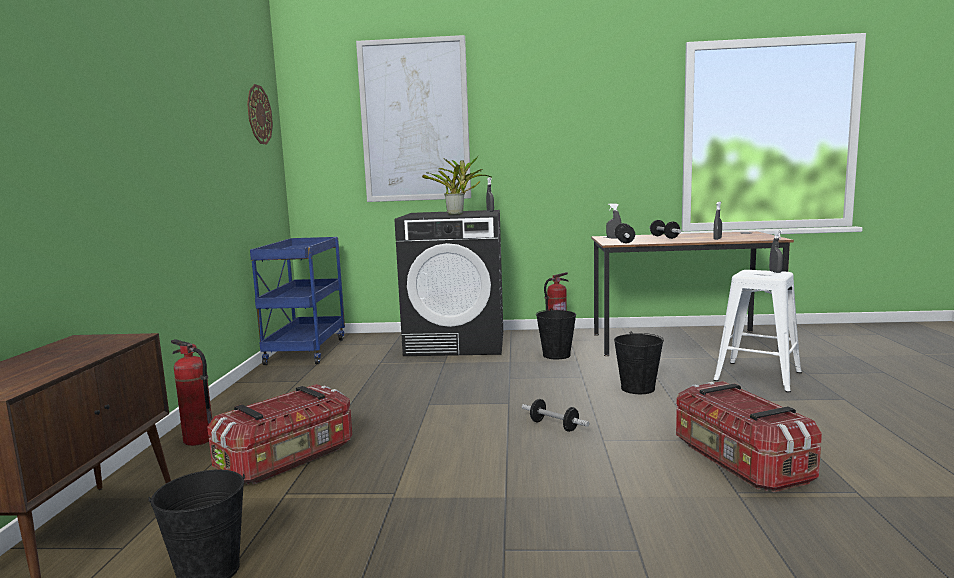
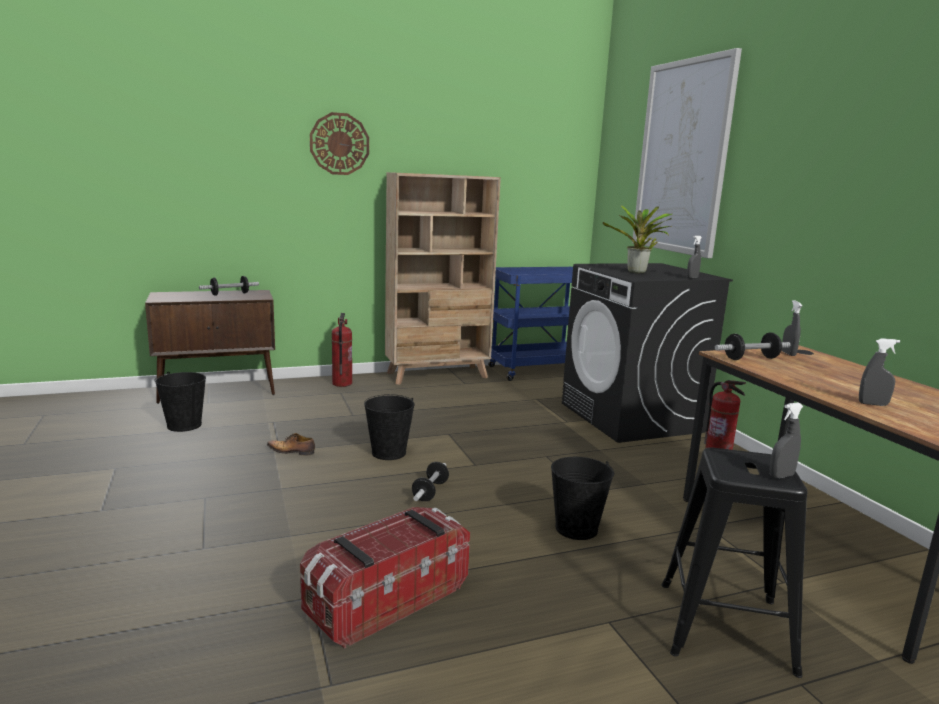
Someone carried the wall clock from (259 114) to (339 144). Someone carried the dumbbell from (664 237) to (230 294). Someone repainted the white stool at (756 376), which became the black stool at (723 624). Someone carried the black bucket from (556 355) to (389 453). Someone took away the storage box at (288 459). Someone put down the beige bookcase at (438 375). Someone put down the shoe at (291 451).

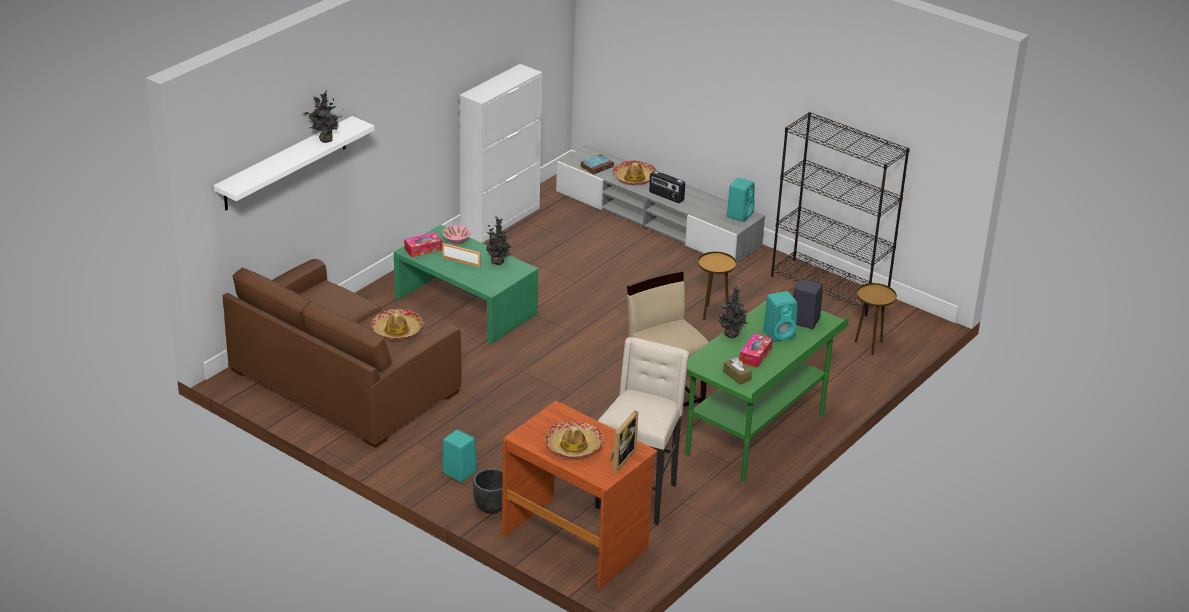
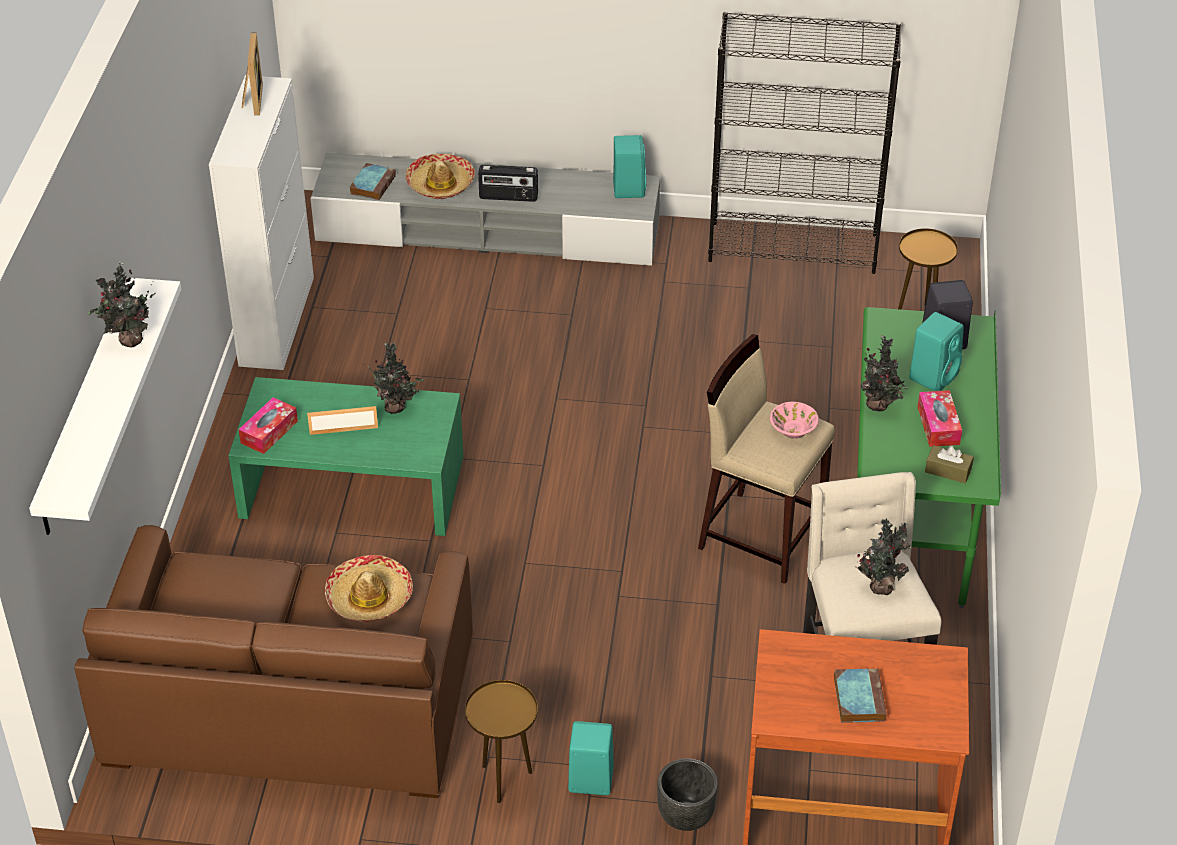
Someone carried the pink bowl from (456 240) to (793 430). Someone carried the brown side table from (713 313) to (504 780). Someone carried the picture frame from (620 458) to (251 99). Someone swapped the hat at (574 446) for the book at (858 698). Someone put down the potted plant at (880 585).

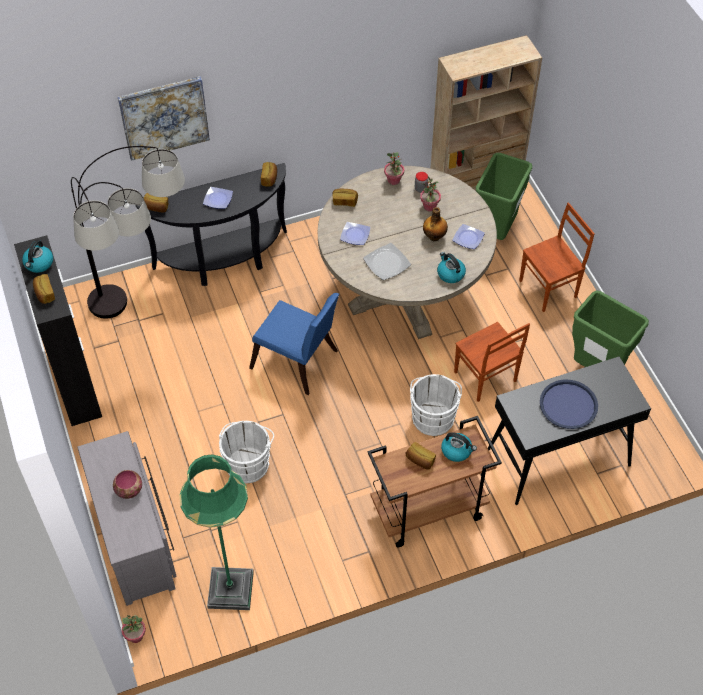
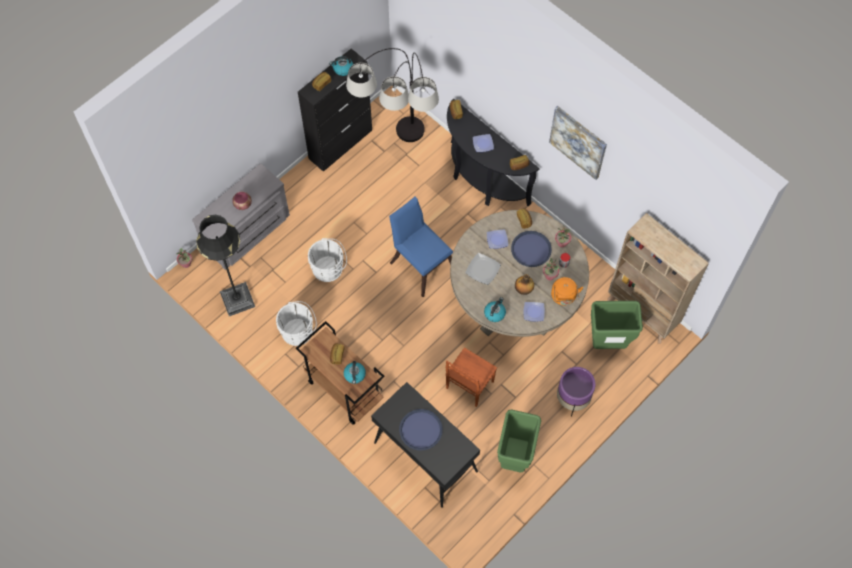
Someone carried the picture from (164 117) to (578 142). Someone swapped the brown chair at (549 289) for the purple planter at (572 399). Someone rotated the blue chair at (298 363) by 135 degrees clockwise. Someone carried the white bucket from (433 416) to (299 331). Someone repainted the green floor lamp at (230 589), which became the black floor lamp at (237 299). Someone put down the blue tray at (531 249). Someone put down the orange kettle at (564 297).

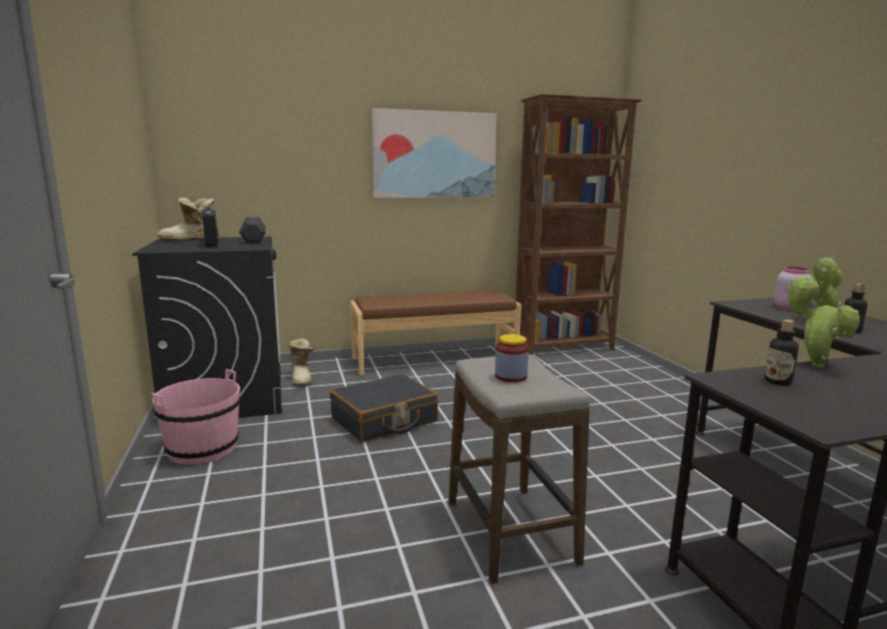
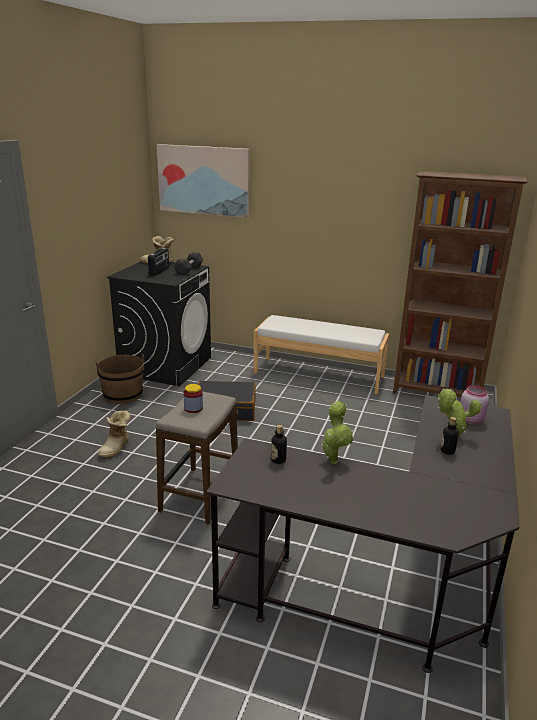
Someone carried the picture from (434 155) to (204 180). Someone repainted the brown bench at (434 359), which became the white bench at (319 374). Someone carried the boot from (302 379) to (116 448). Someone repainted the pink bucket at (202 448), which became the brown bucket at (123 395).

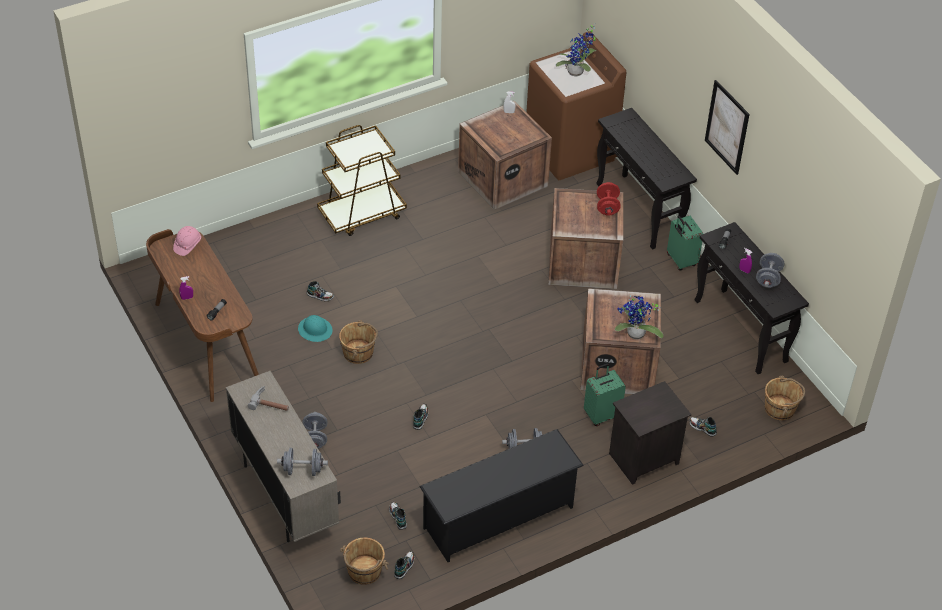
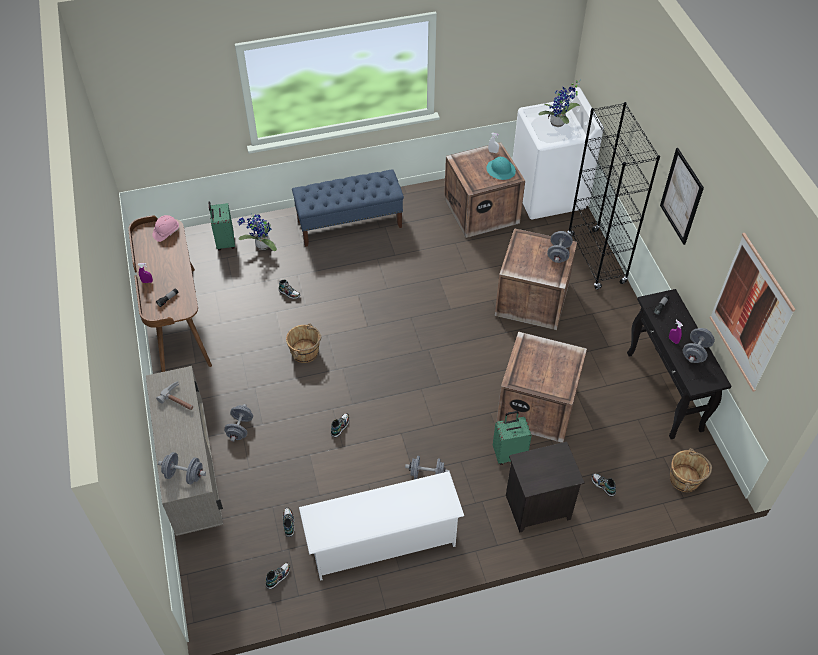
Someone repainted the brown washing machine at (570 151), which became the white washing machine at (548 194). Someone swapped the black console table at (639 212) for the black bookcase at (596 259). Someone swapped the brown cart at (362 214) for the blue bench at (350 224). Someone repainted the red dumbbell at (607 207), which became the grey dumbbell at (558 254). Someone carried the green suitcase from (680 260) to (225 242). Someone carried the potted plant from (634 335) to (261 246). Someone carried the turquoise hard hat from (315 330) to (501 170). Someone repainted the black shoe rack at (499 517), which became the white shoe rack at (382 542). Someone took away the brown bucket at (364 571). Someone put up the picture at (750 313).

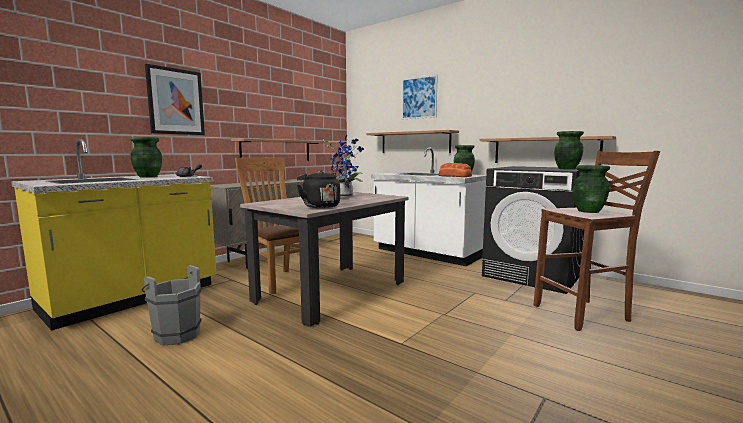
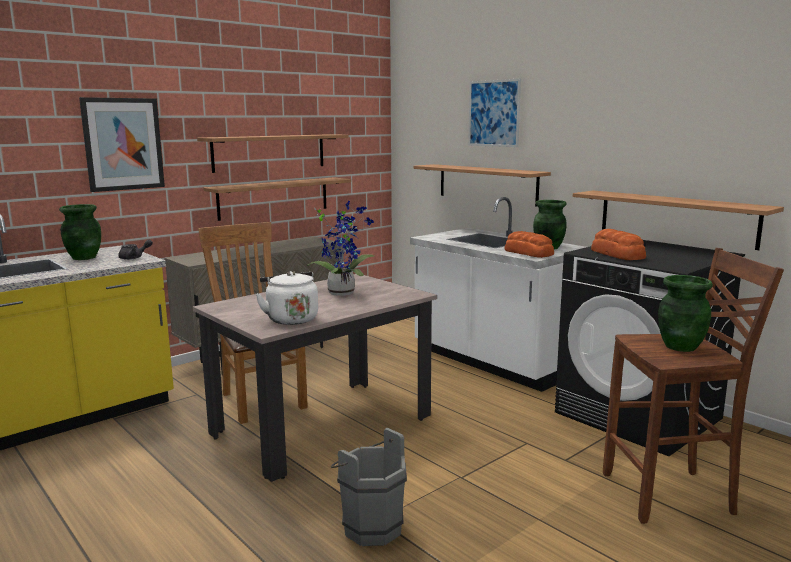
Someone took away the green vase at (566 169). Someone repainted the black kettle at (319 206), which became the white kettle at (290 319). Someone carried the grey bucket from (176 334) to (369 526). Someone put up the shelf at (269 152). Someone put down the bread at (617 254).

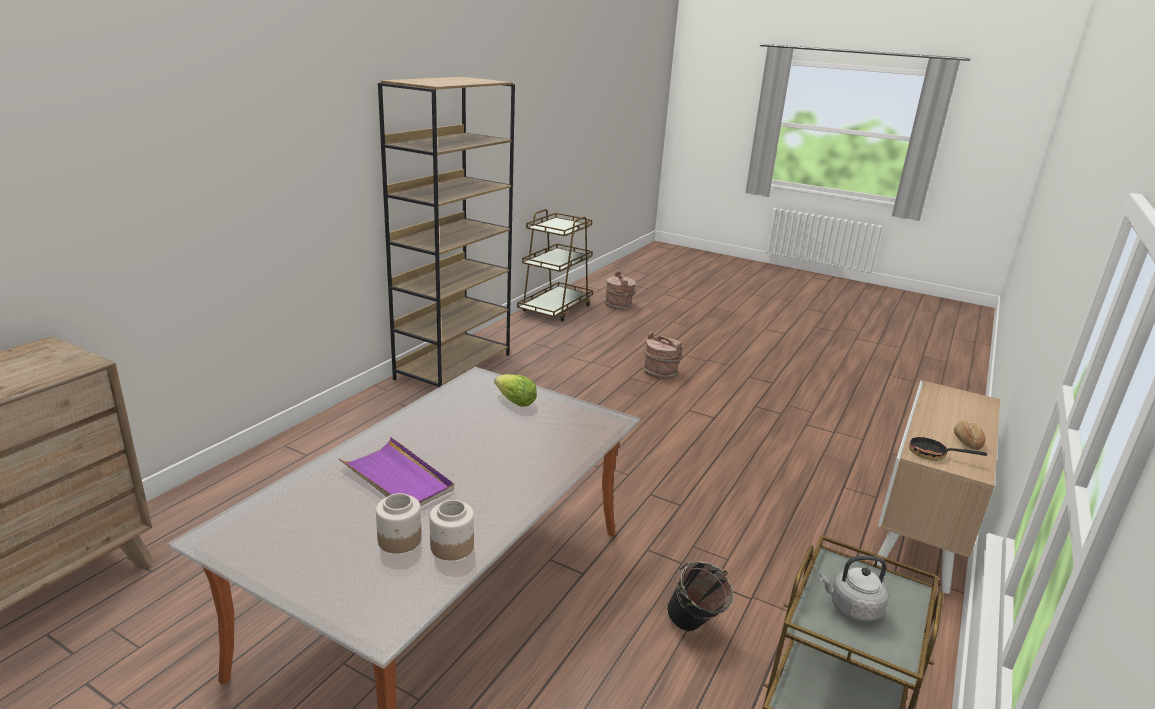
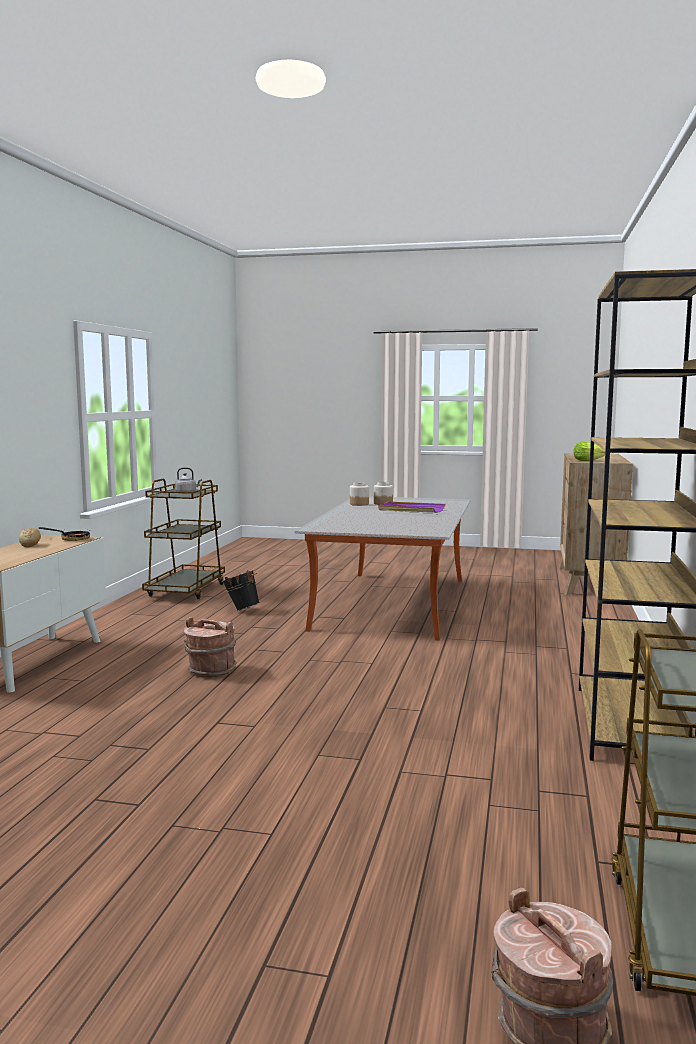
Someone carried the brown bucket from (661 373) to (211 671). Someone carried the lettuce from (515 402) to (587 461).

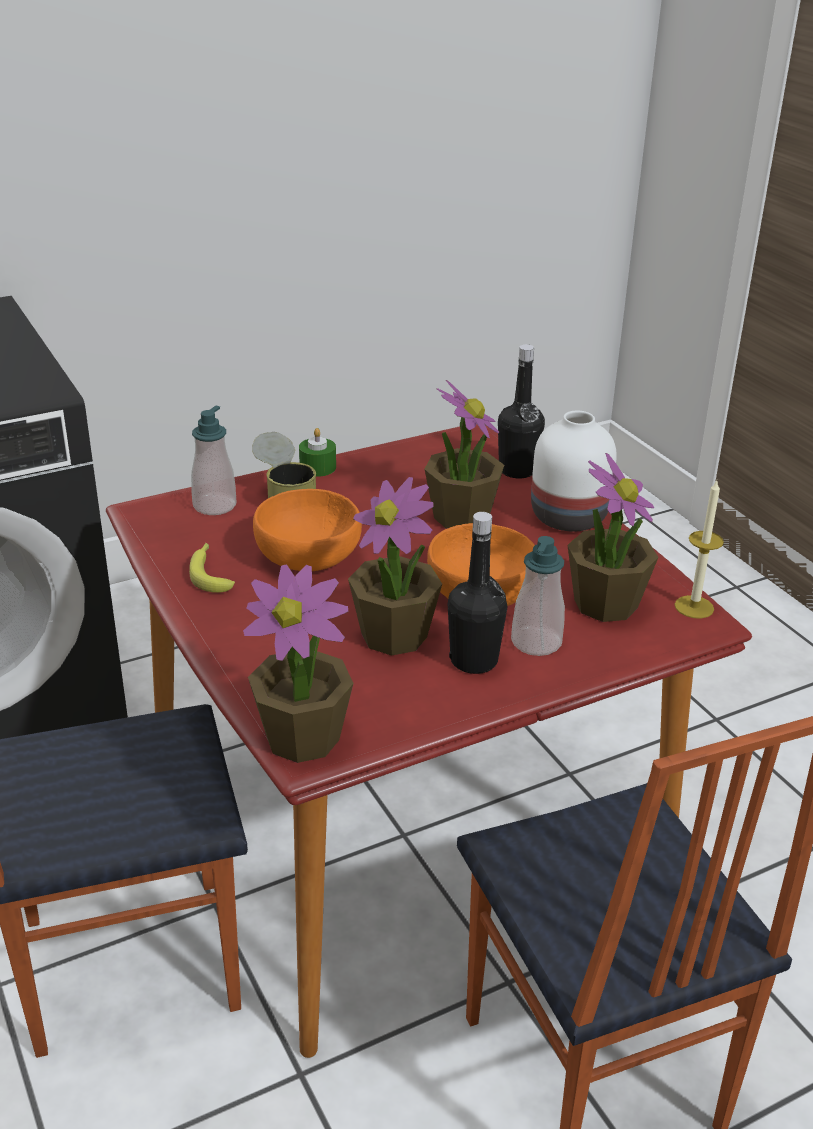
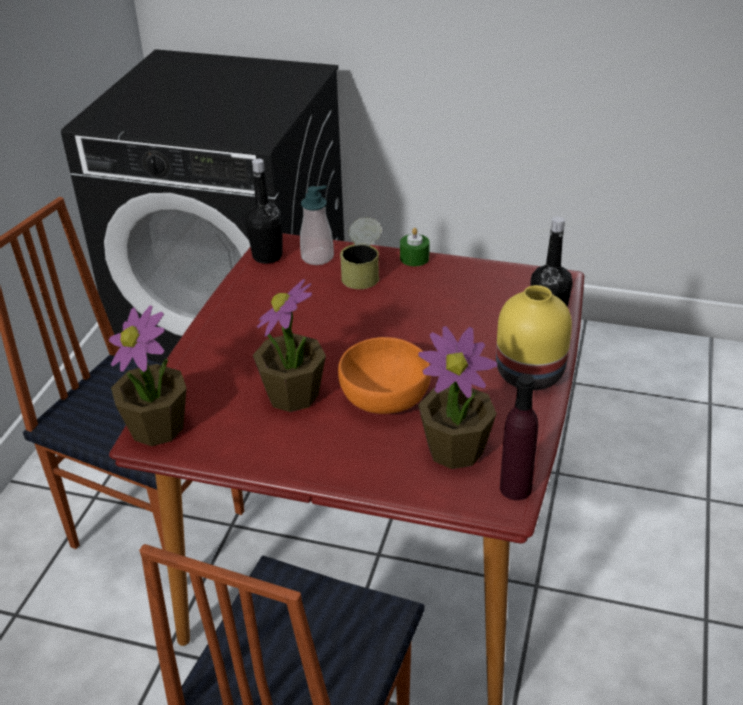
Someone took away the potted plant at (461 516). Someone repainted the white vase at (566 517), which became the yellow vase at (528 373). Someone swapped the candle at (694 607) for the purple bottle at (515 488). Someone took away the orange bowl at (306 556). Someone carried the black bottle from (474 660) to (267 256). Someone took away the soap dispenser at (536 642). Someone took away the banana at (211 573).

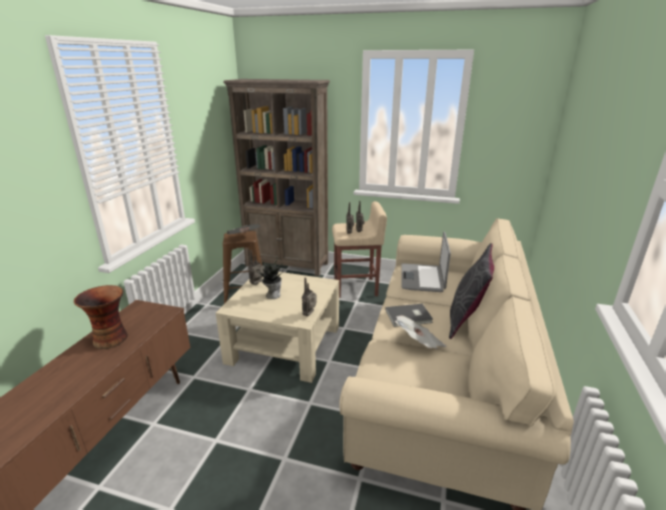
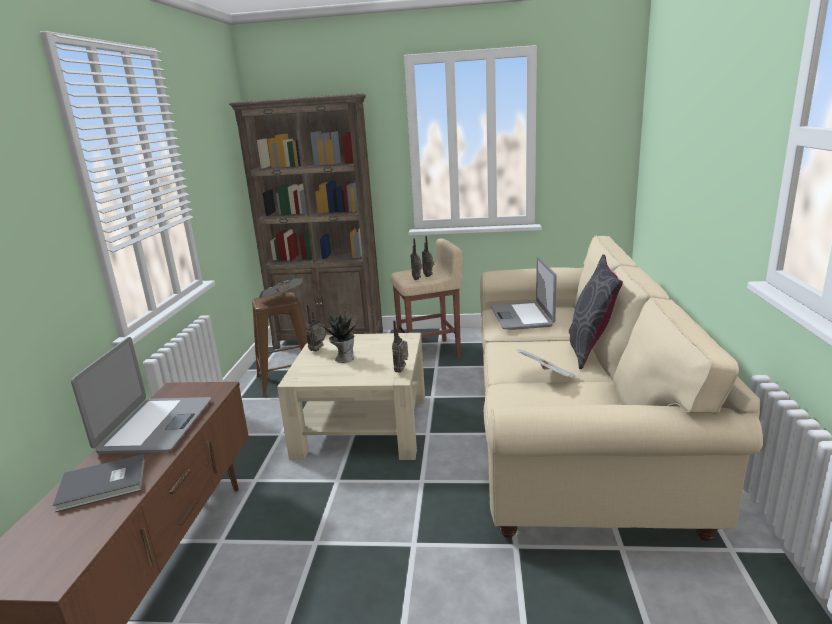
Someone swapped the vase at (111 338) for the laptop at (155 426). Someone carried the grey book from (409 317) to (104 485).

